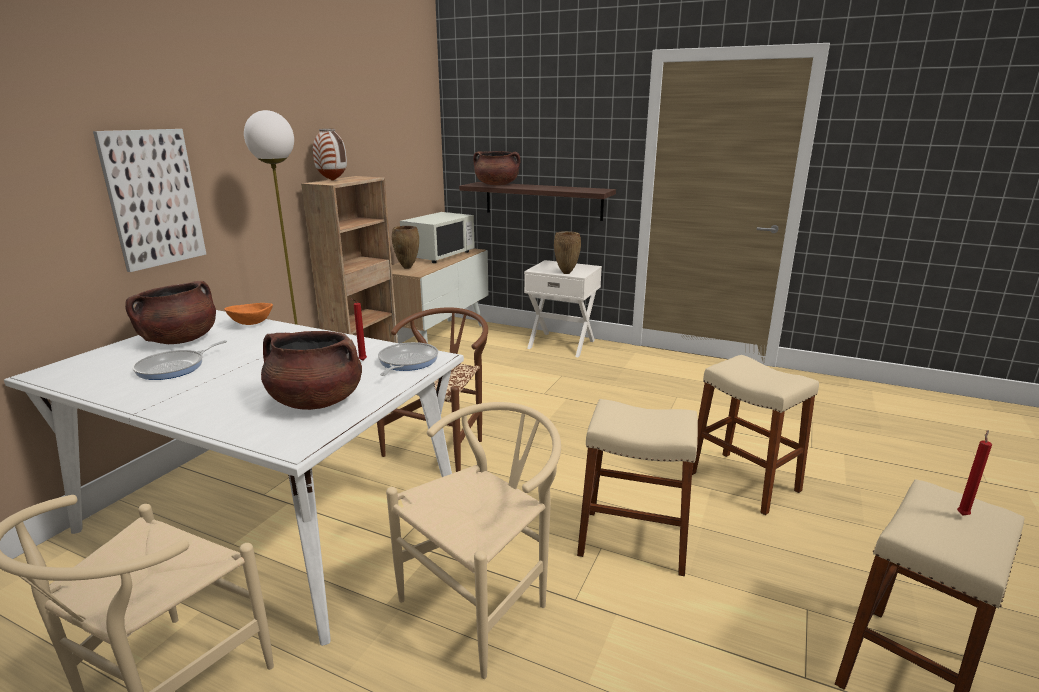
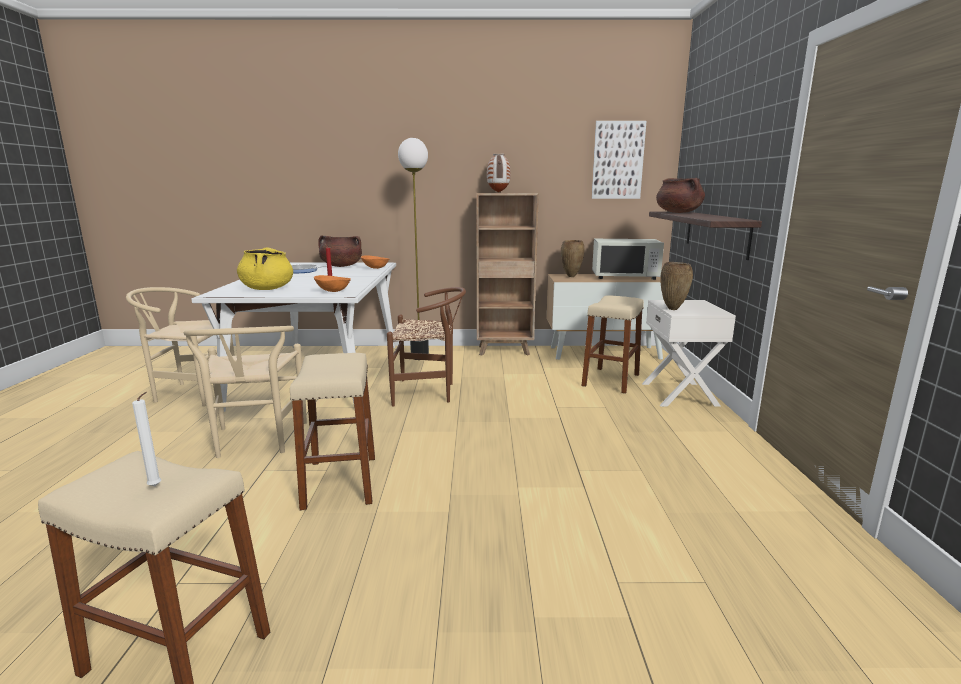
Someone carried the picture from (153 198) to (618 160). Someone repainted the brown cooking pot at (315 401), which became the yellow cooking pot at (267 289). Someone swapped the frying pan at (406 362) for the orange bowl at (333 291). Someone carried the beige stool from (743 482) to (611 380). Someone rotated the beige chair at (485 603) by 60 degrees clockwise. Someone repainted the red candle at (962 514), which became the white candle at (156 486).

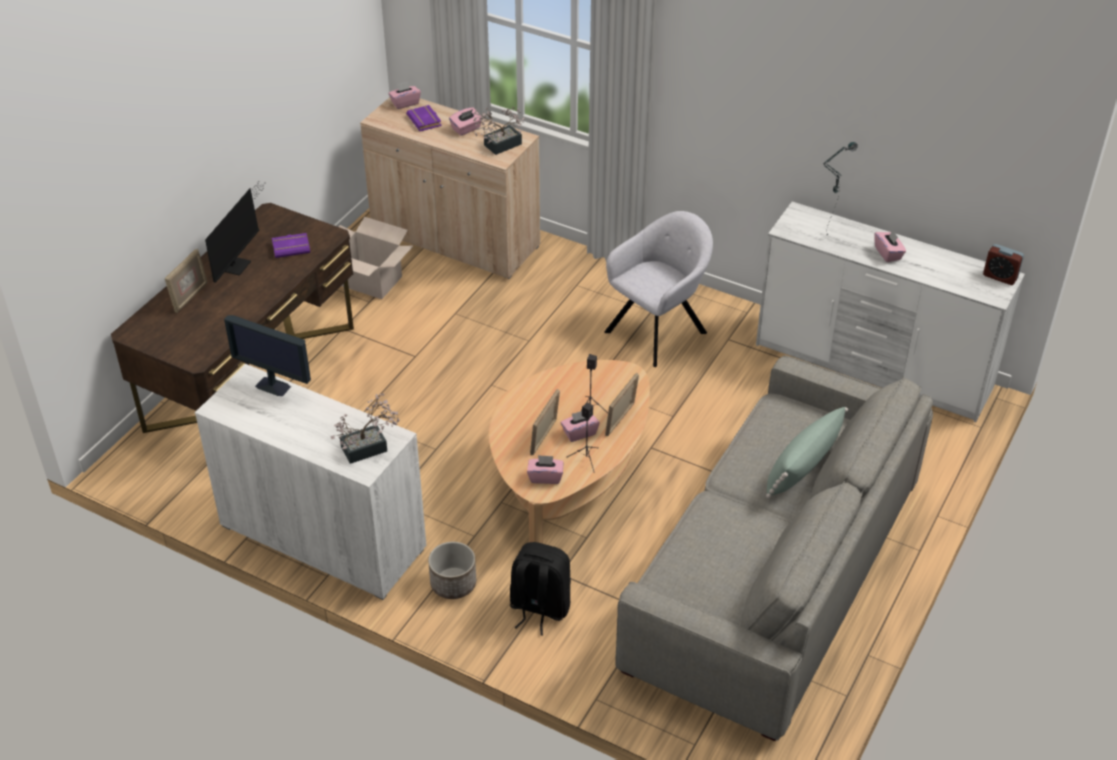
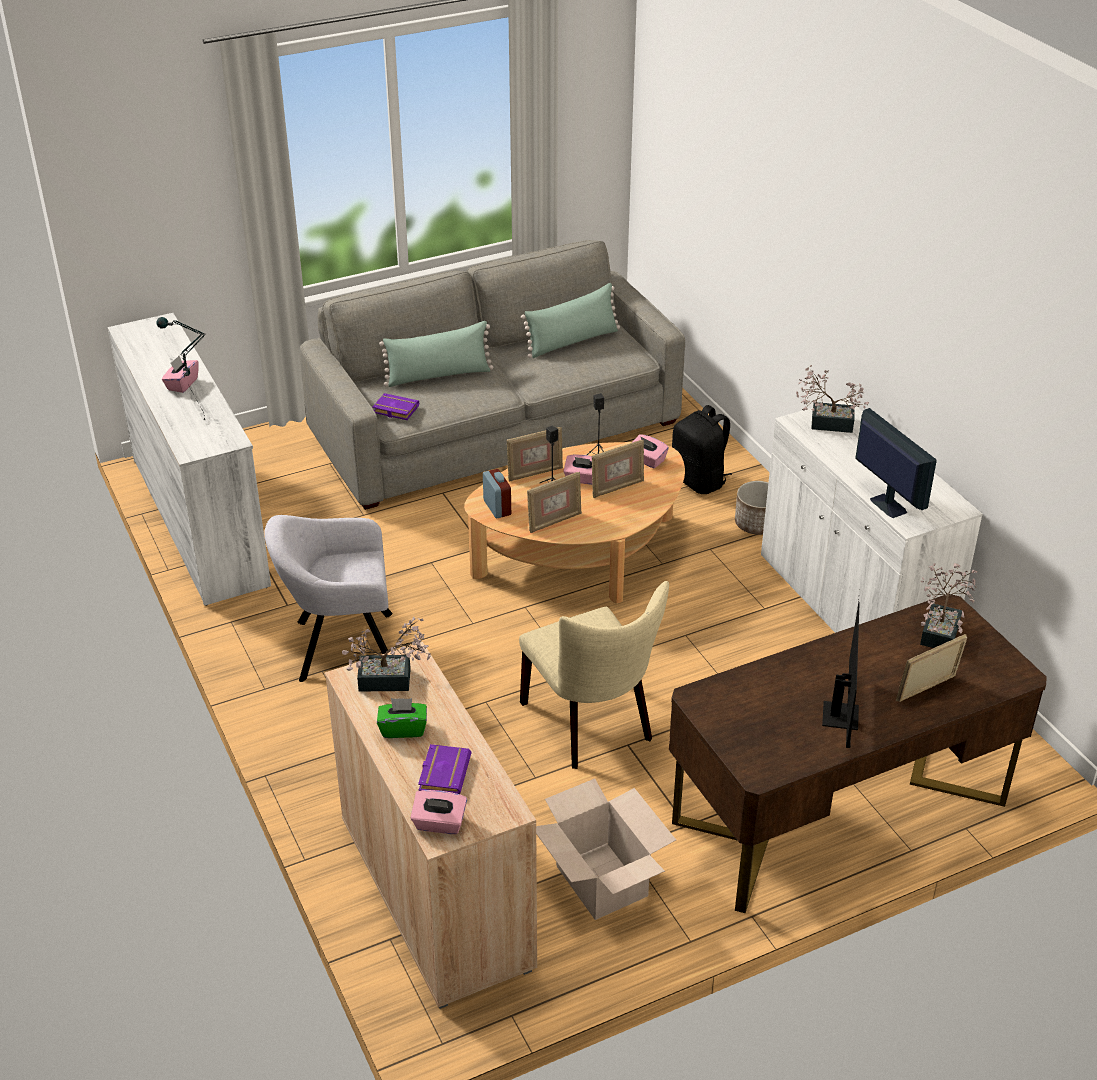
Someone repainted the pink tissue box at (466 129), which became the green tissue box at (403 729). Someone rotated the monitor at (238 263) by 135 degrees clockwise. Someone carried the purple book from (292 247) to (394 410). Someone carried the alarm clock from (1000 277) to (497 508). Someone put down the green pillow at (572 341). Someone put down the picture frame at (554 521). Someone put down the potted plant at (942 630). Someone put down the beige chair at (592 725).

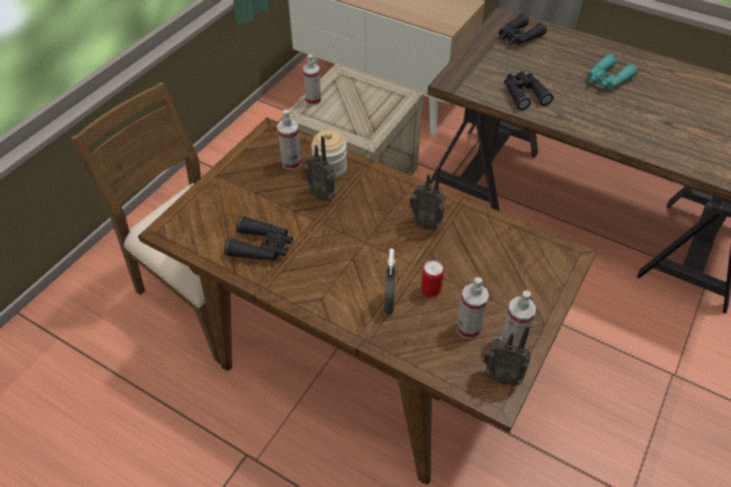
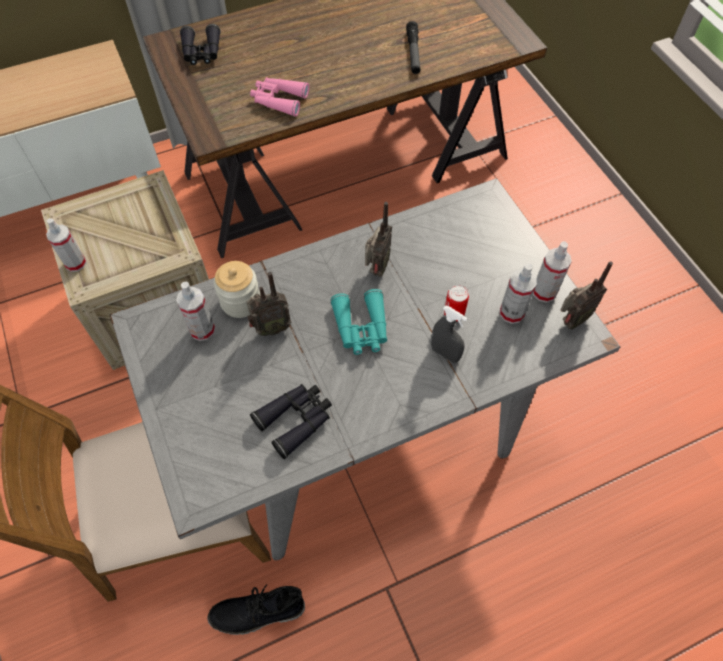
Someone carried the turquoise binoculars from (607 80) to (361 328). Someone repainted the black binoculars at (523 94), which became the pink binoculars at (278 100). Someone repainted the brown dining table at (365 357), which became the grey dining table at (361 425). Someone rotated the radio at (426 223) by 45 degrees counterclockwise. Someone put down the flashlight at (413 53). Someone put down the black boot at (257 614).

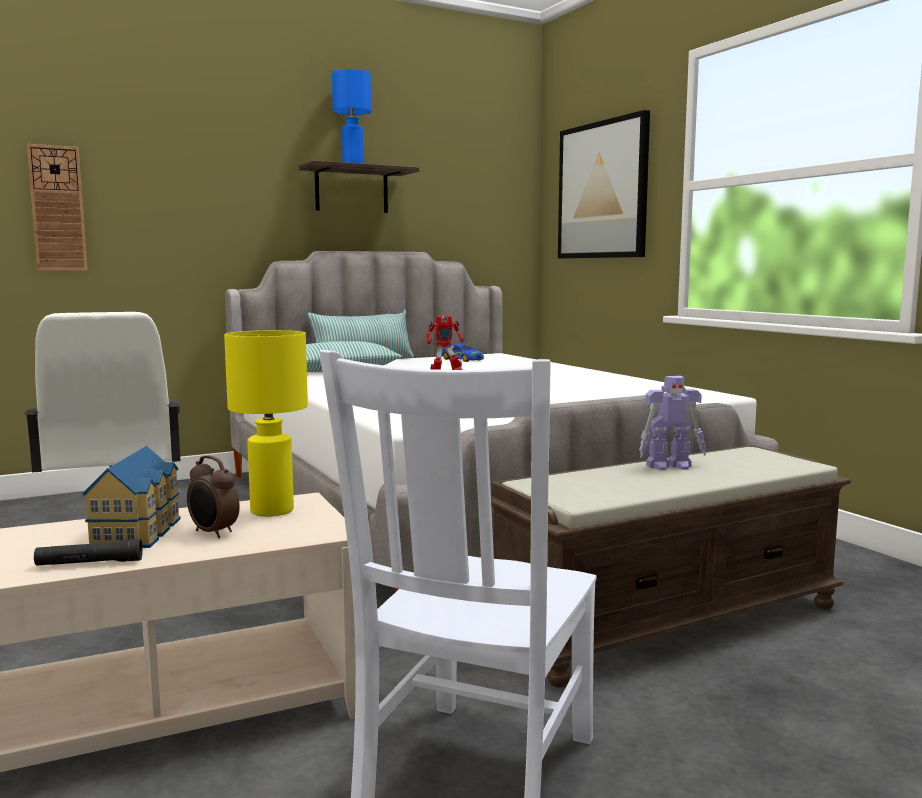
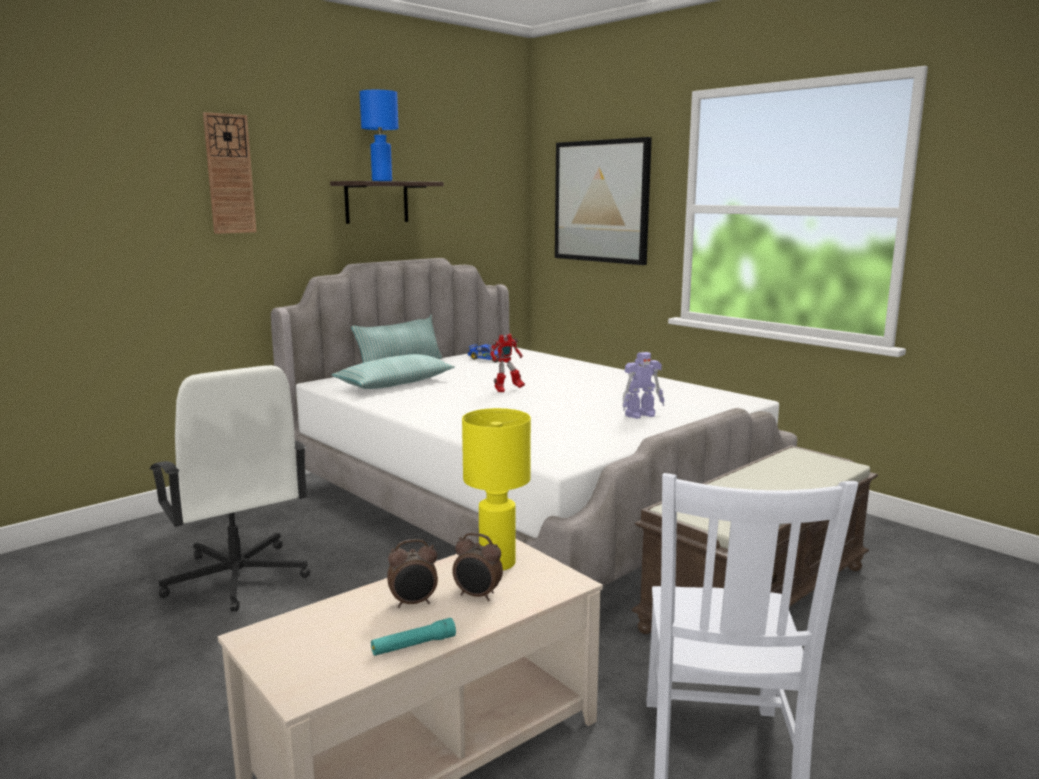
Someone carried the wall clock from (57 208) to (229 174). Someone carried the toy robot from (670 466) to (641 415). Someone swapped the toy house at (140 532) for the alarm clock at (414 603). Someone repainted the black flashlight at (89 563), which became the turquoise flashlight at (413 645).

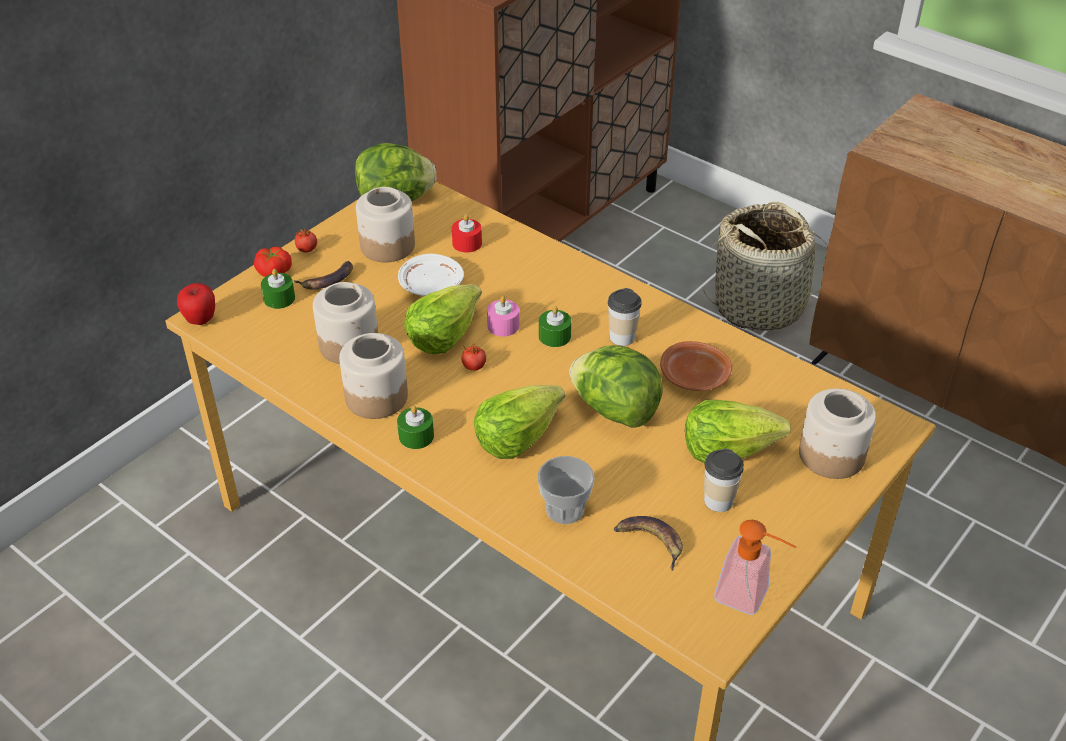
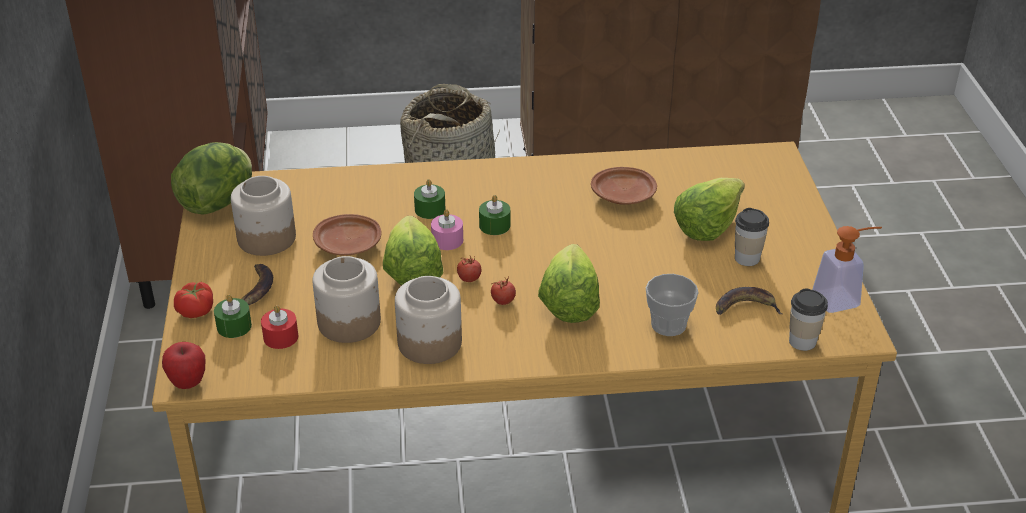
Someone carried the red candle from (467 243) to (281 337). Someone carried the tomato from (307 249) to (503 301). Someone repainted the white plate at (431 286), which became the brown plate at (349 245). Someone carried the cup from (622 337) to (802 341). Someone took away the lettuce at (614 410). Someone took away the jar at (830 455). Someone carried the green candle from (416 436) to (430 209).

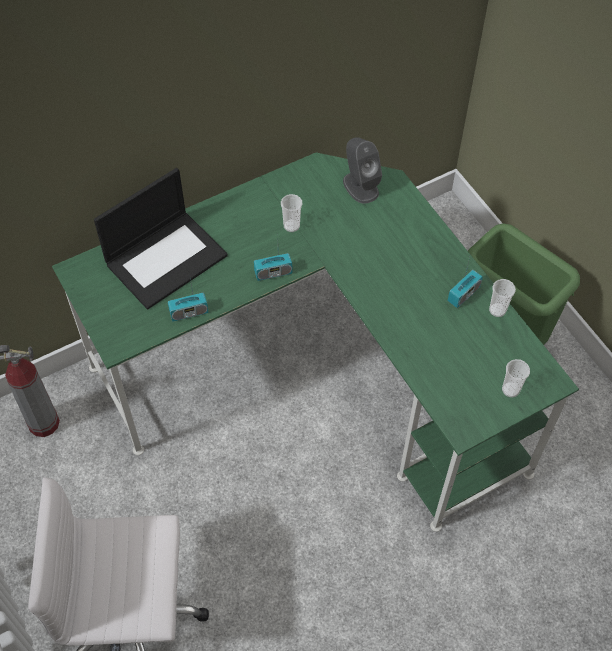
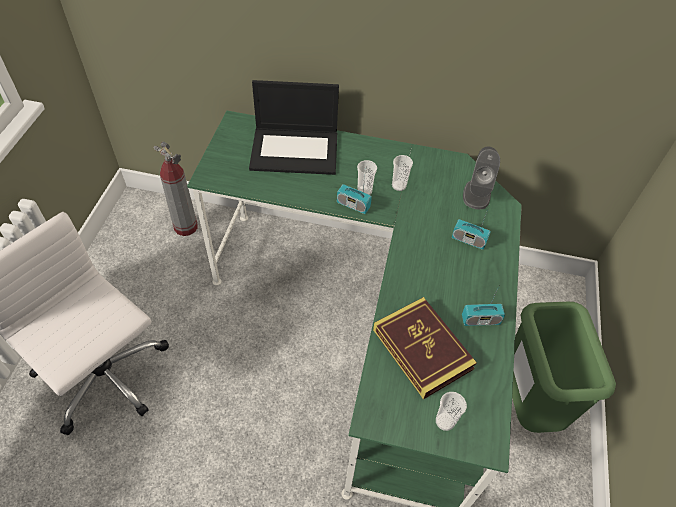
Someone carried the radio from (189 312) to (468 240). Someone carried the cup from (497 310) to (364 191). Someone put down the book at (422 349).

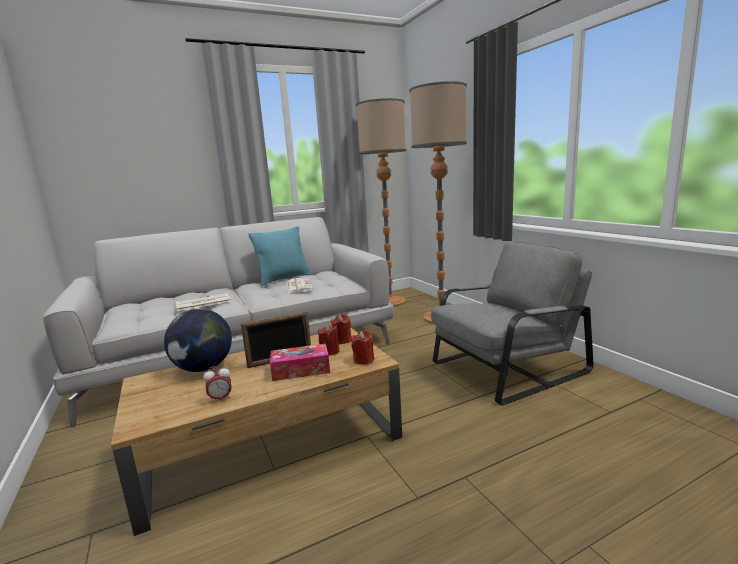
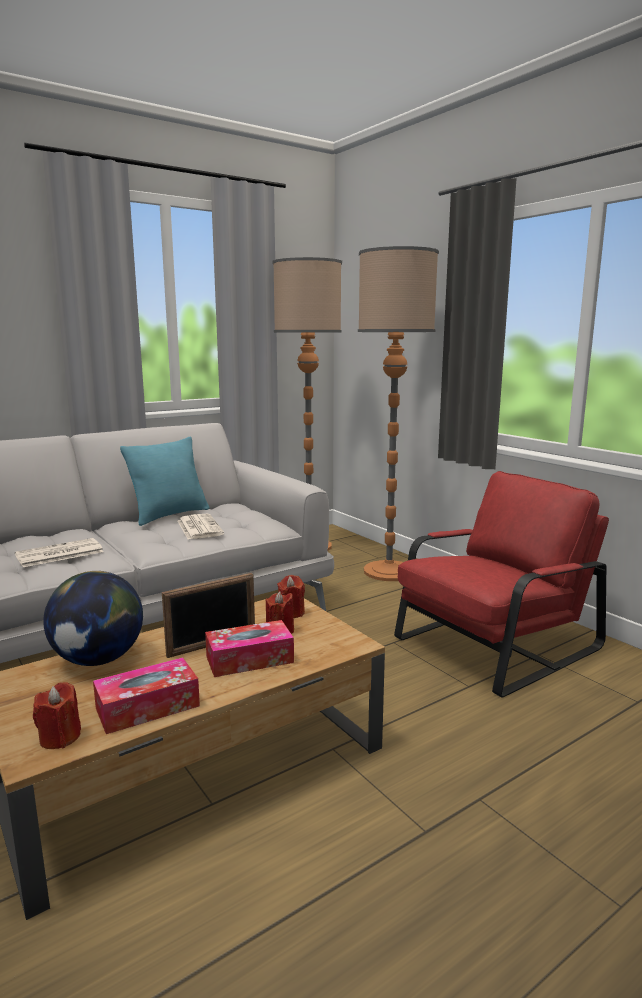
Someone repainted the grey armchair at (506 368), which became the red armchair at (495 644). Someone carried the red candle from (363 360) to (60 737). Someone swapped the alarm clock at (220 399) for the tissue box at (147 707).

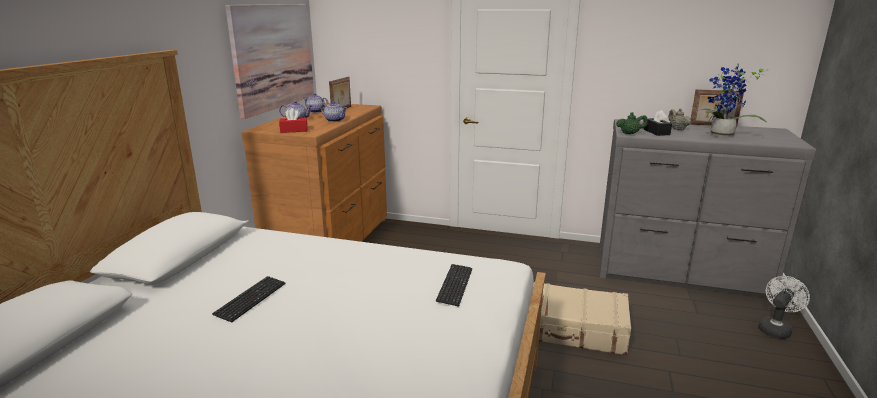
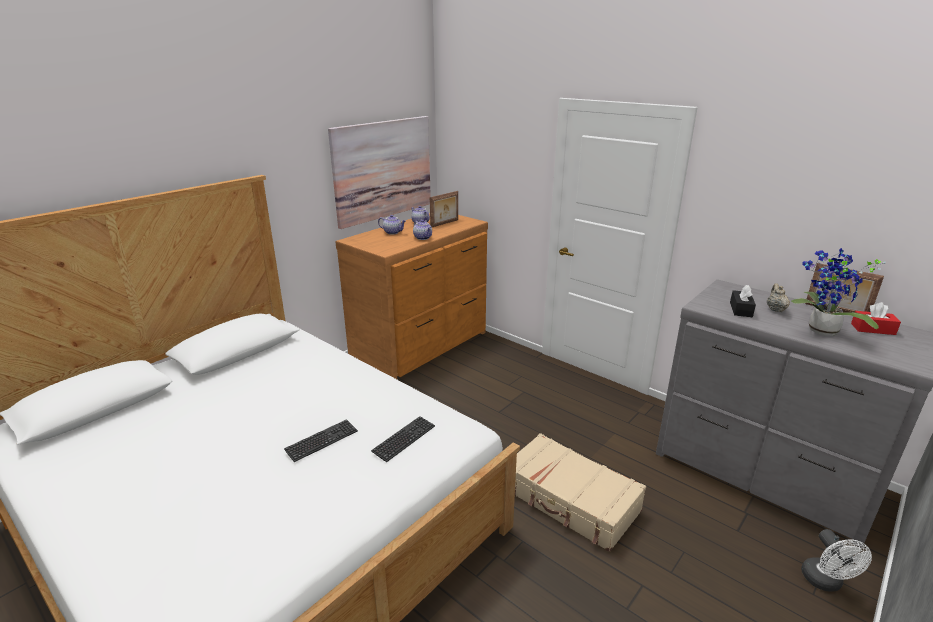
Someone carried the red tissue box from (294 130) to (873 329). Someone took away the green teapot at (630 133). Someone carried the keyboard from (251 299) to (322 441). Someone rotated the white fan at (775 328) by 105 degrees clockwise.

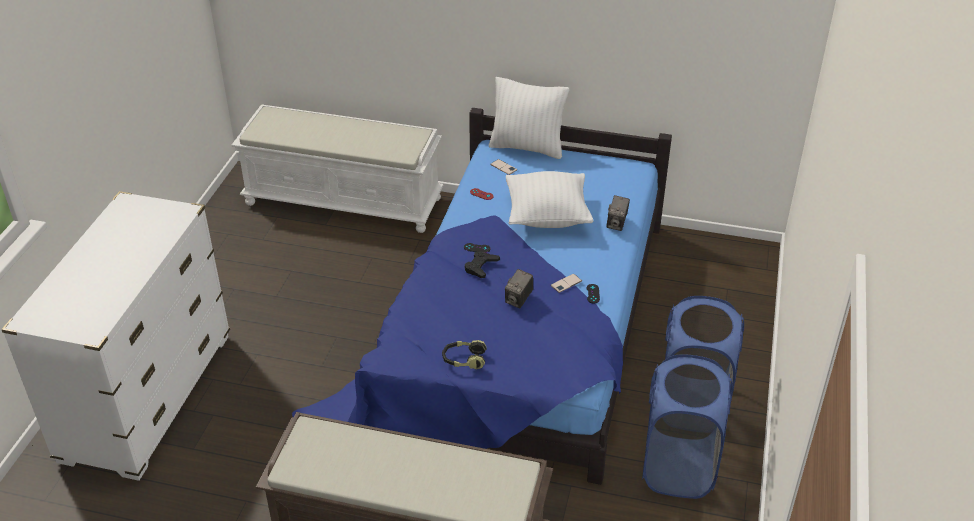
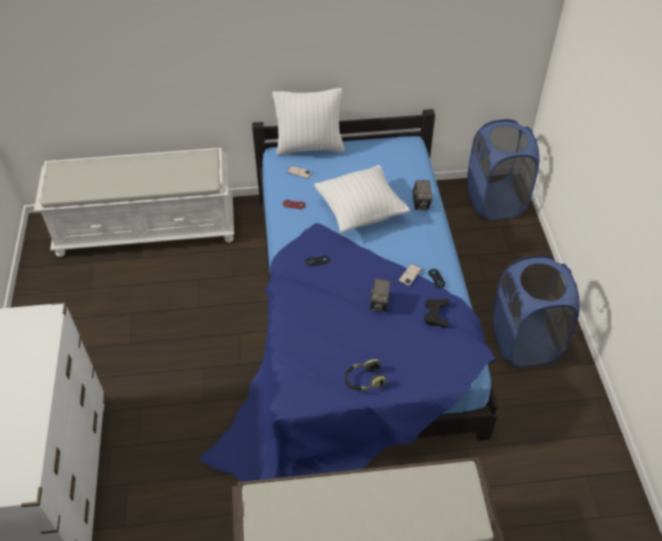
Someone carried the black game controller from (481 267) to (436 314). Someone carried the blue laundry basket from (678 467) to (495 201).

